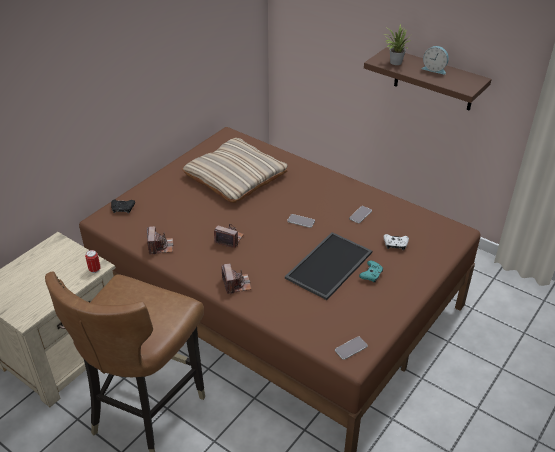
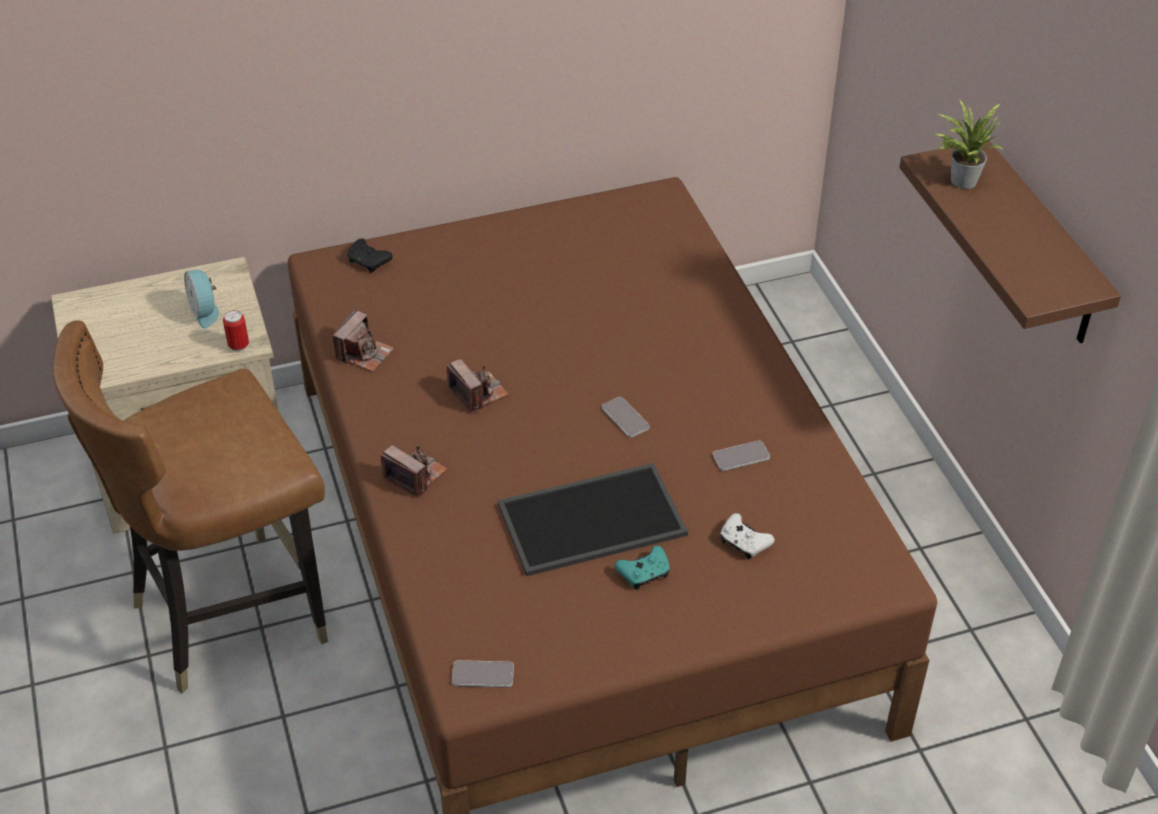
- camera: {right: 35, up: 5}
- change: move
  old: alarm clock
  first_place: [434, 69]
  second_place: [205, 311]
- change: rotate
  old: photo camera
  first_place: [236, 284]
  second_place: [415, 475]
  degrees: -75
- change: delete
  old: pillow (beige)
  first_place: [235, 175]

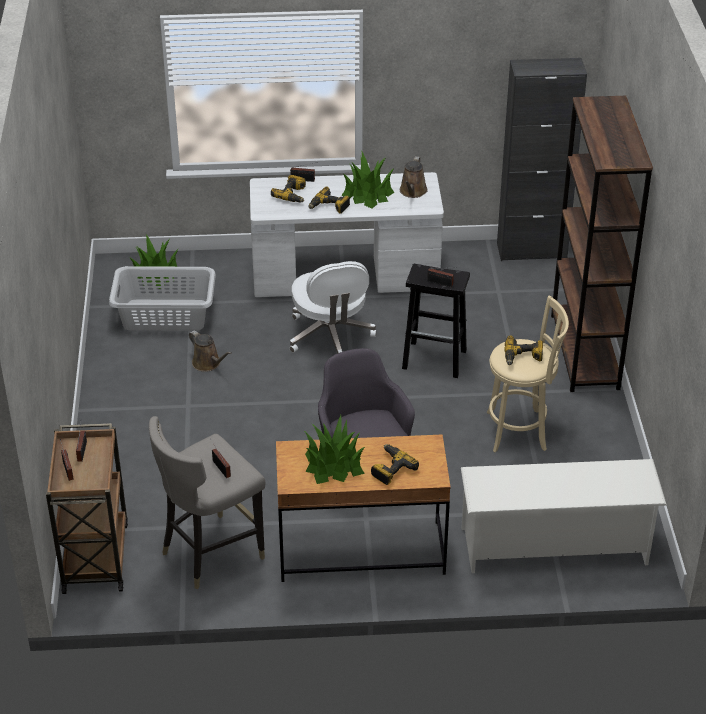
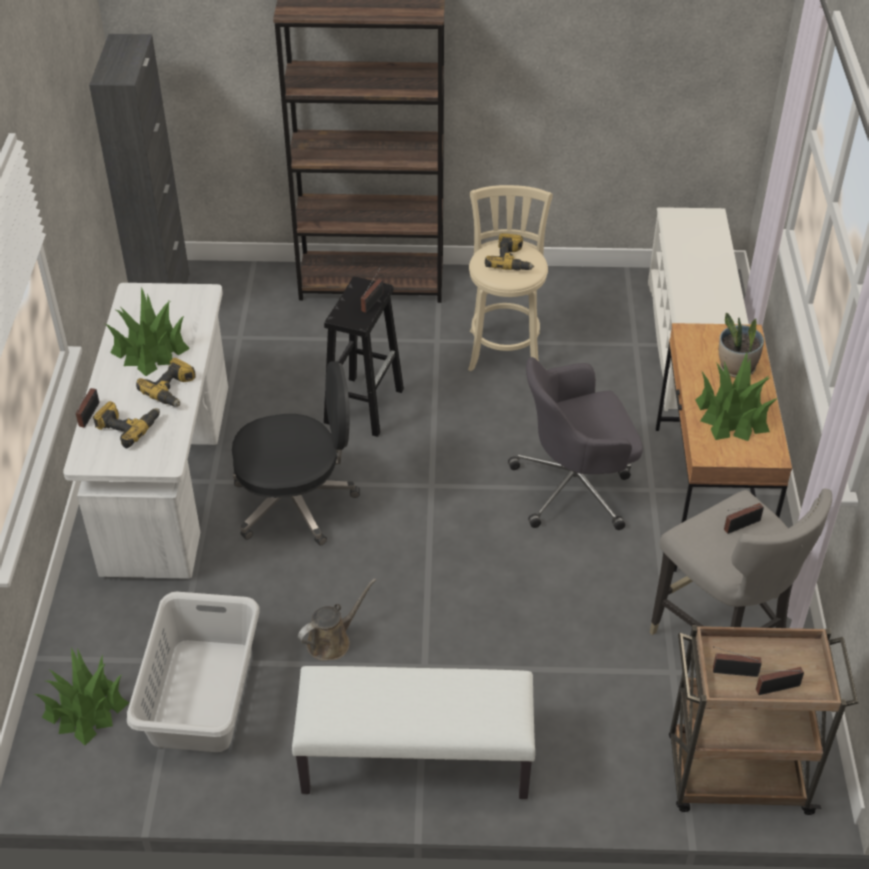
- camera: {right: -85, up: 5}
- change: recolor
  old: office chair (white)
  new: office chair (black)
  first_place: [330, 336]
  second_place: [296, 502]
- change: insert
  new: bench (white)
  second_place: [414, 761]
- change: replace
  old: power drill
  new: potted plant
  first_place: [390, 469]
  second_place: [736, 368]
- change: delete
  old: watering can (brown)
  first_place: [412, 192]

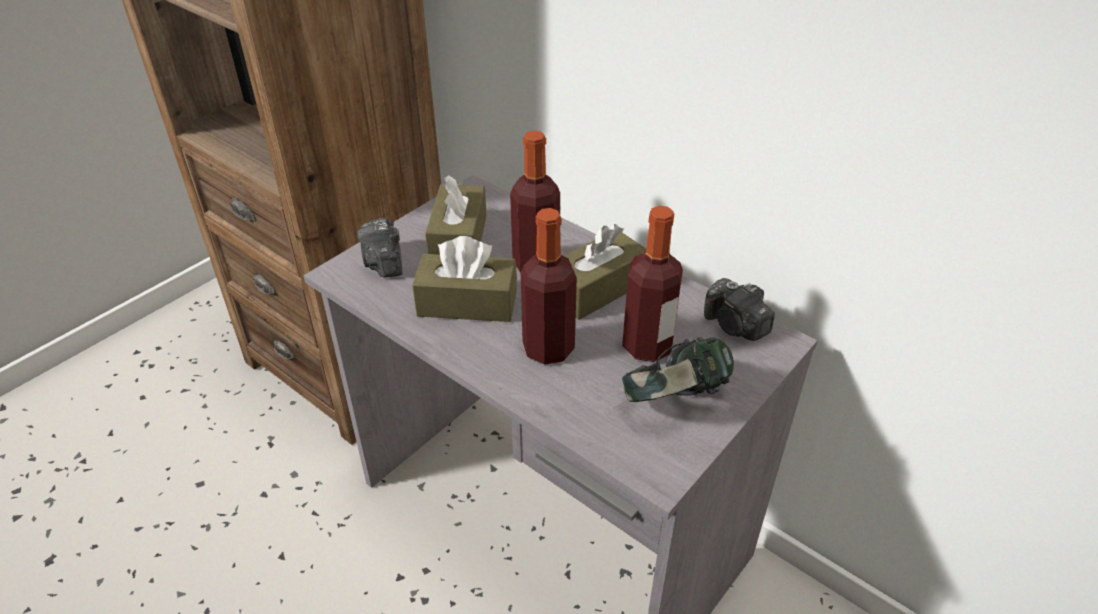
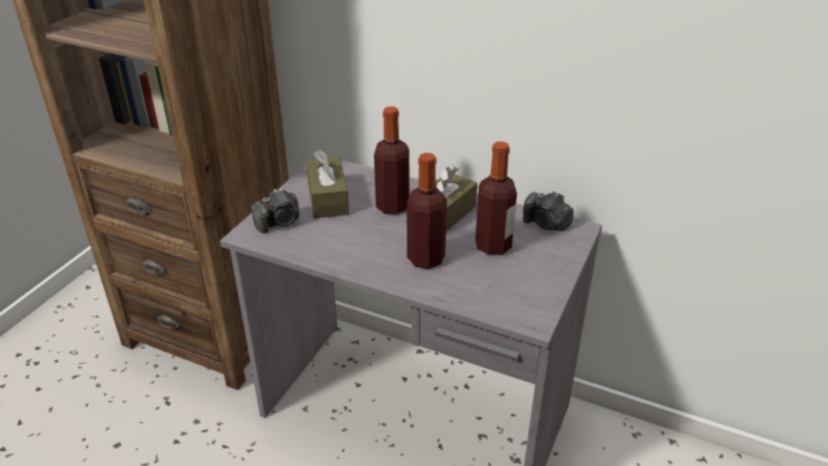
- camera: {right: -15, up: -5}
- change: rotate
  old: photo camera
  first_place: [384, 263]
  second_place: [279, 222]
  degrees: -90
- change: delete
  old: tissue box (brown)
  first_place: [467, 303]
- change: delete
  old: headphones
  first_place: [674, 401]

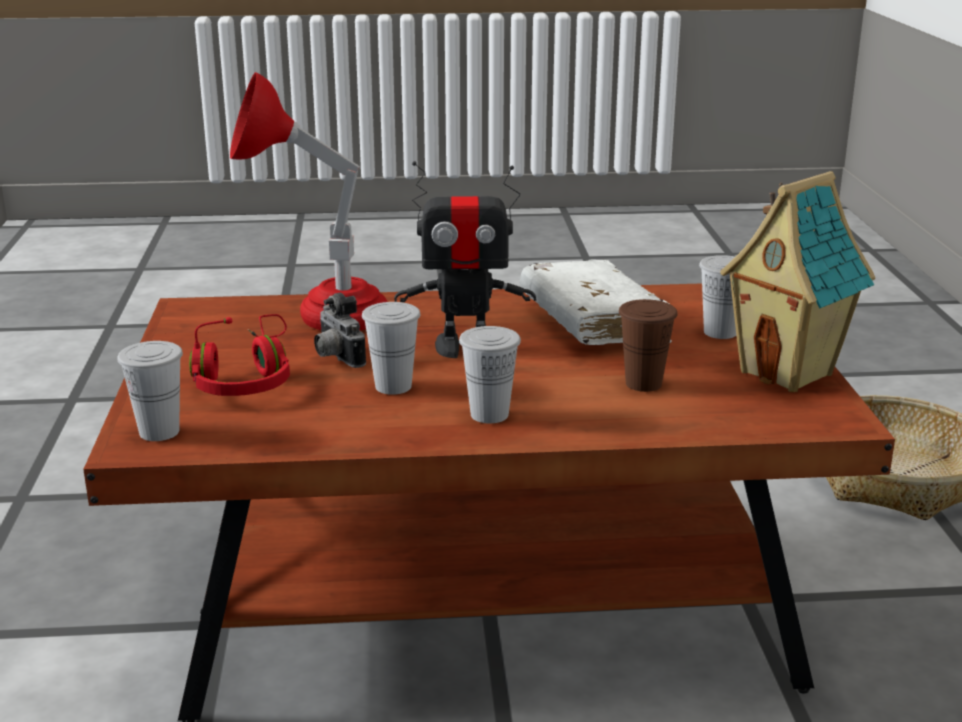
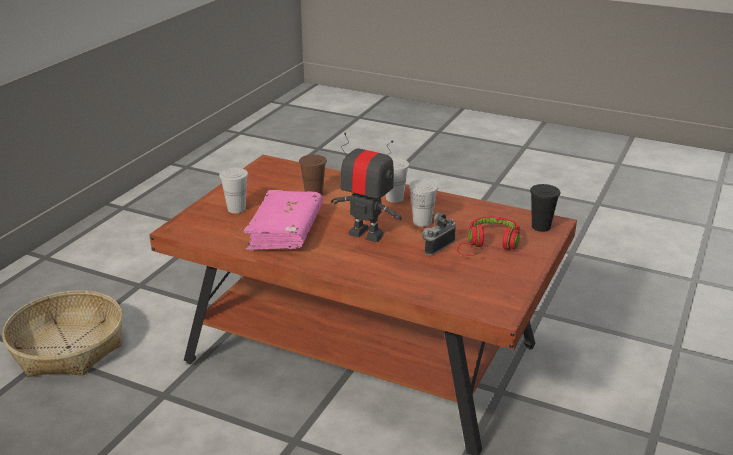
- camera: {right: -150, up: 5}
- change: recolor
  old: book (white)
  new: book (pink)
  first_place: [592, 323]
  second_place: [285, 231]
- change: rotate
  old: photo camera
  first_place: [336, 358]
  second_place: [436, 246]
  degrees: -135
- change: recolor
  old: cup (white)
  new: cup (black)
  first_place: [159, 432]
  second_place: [541, 227]
- change: delete
  old: table lamp (red)
  first_place: [318, 317]
- change: delete
  old: toy house
  first_place: [789, 373]

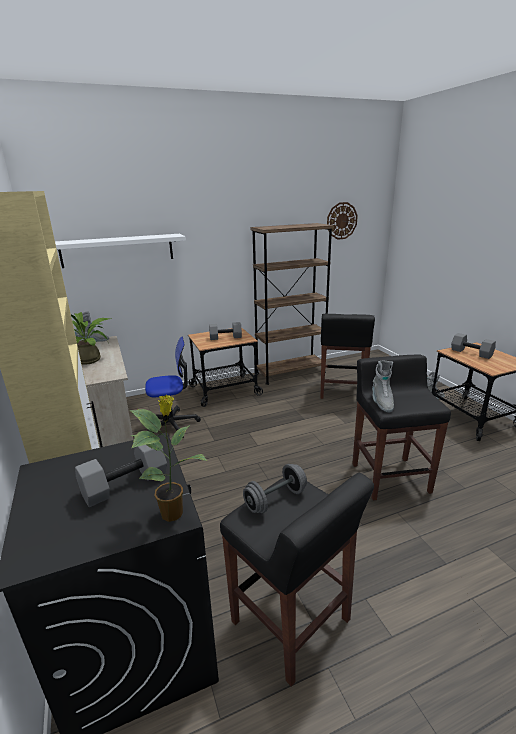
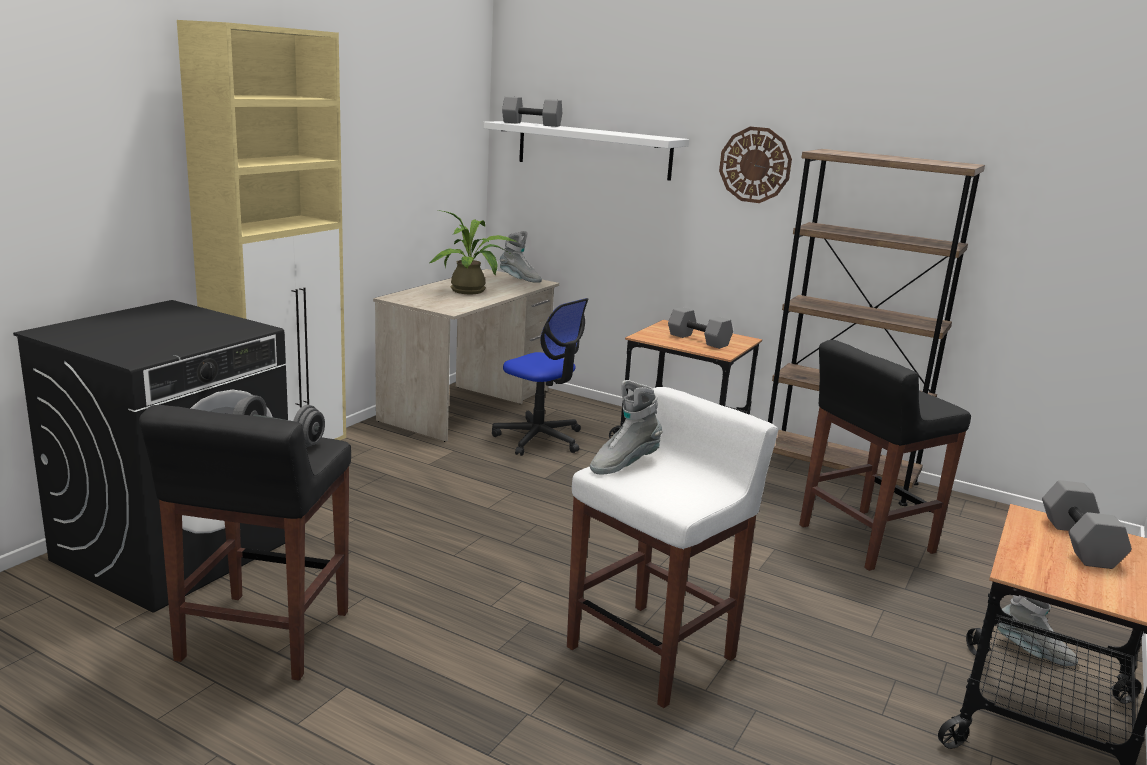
- camera: {right: 50, up: -5}
- change: move
  old: dumbbell (grey)
  first_place: [125, 483]
  second_place: [532, 124]
- change: recolor
  old: stool (black)
  new: stool (white)
  first_place: [389, 477]
  second_place: [653, 652]
- change: move
  old: wall clock
  first_place: [341, 221]
  second_place: [755, 165]
- change: delete
  old: potted plant
  first_place: [173, 513]

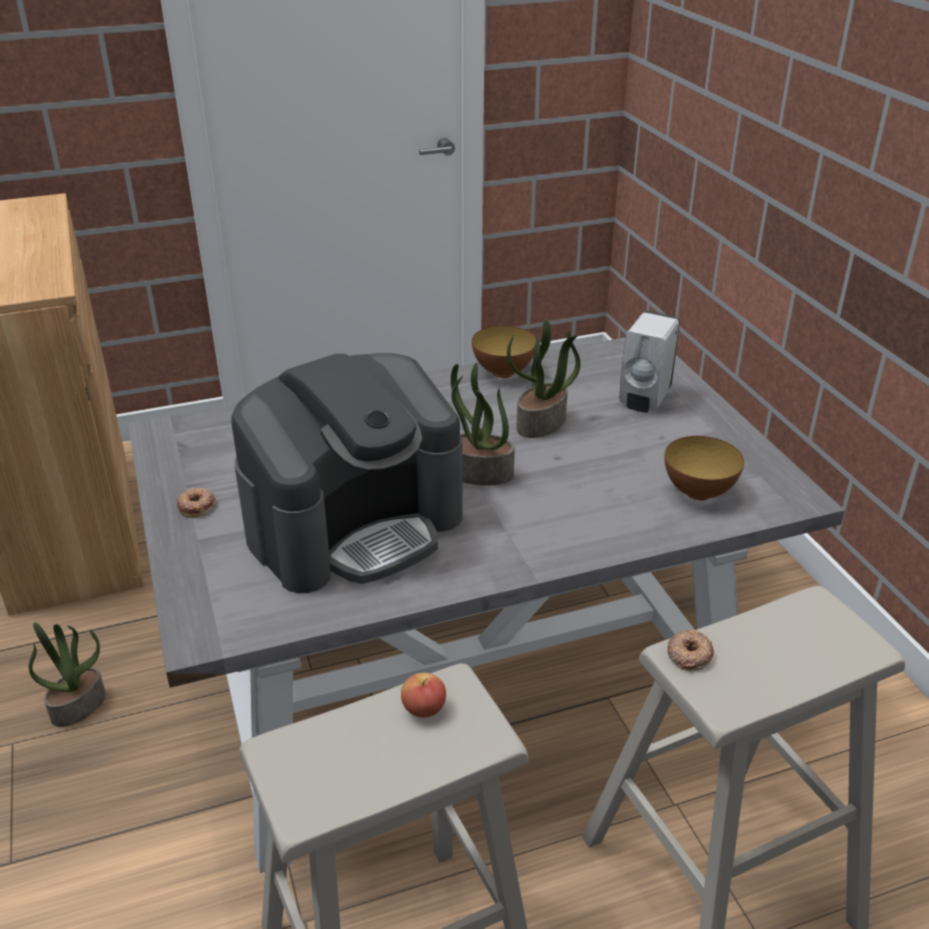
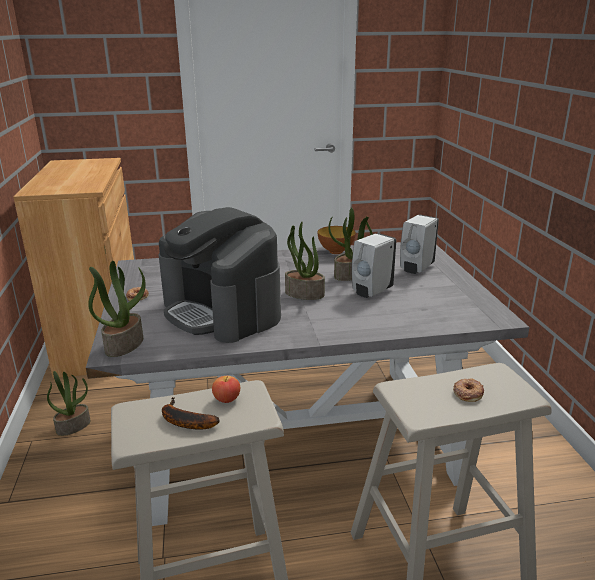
- camera: {right: 10, up: -10}
- change: insert
  new: potted plant
  second_place: [124, 344]
- change: rotate
  old: coffee machine
  first_place: [355, 525]
  second_place: [222, 311]
  degrees: 75
- change: insert
  new: banana
  second_place: [183, 421]
- change: insert
  new: soap dispenser (white)
  second_place: [371, 291]
- change: move
  old: donut
  first_place: [689, 654]
  second_place: [467, 393]
- change: delete
  old: bowl
  first_place: [698, 492]

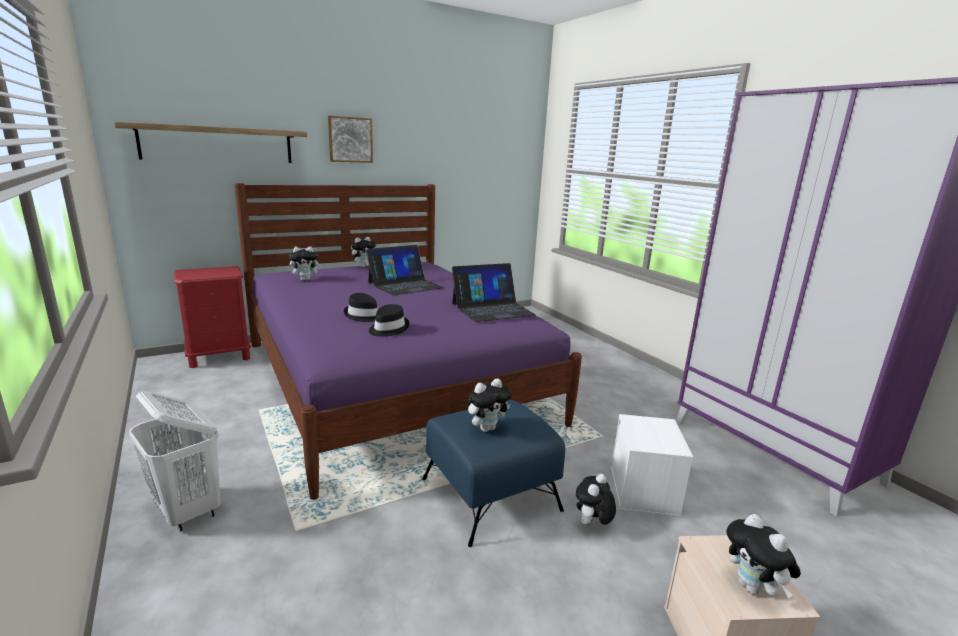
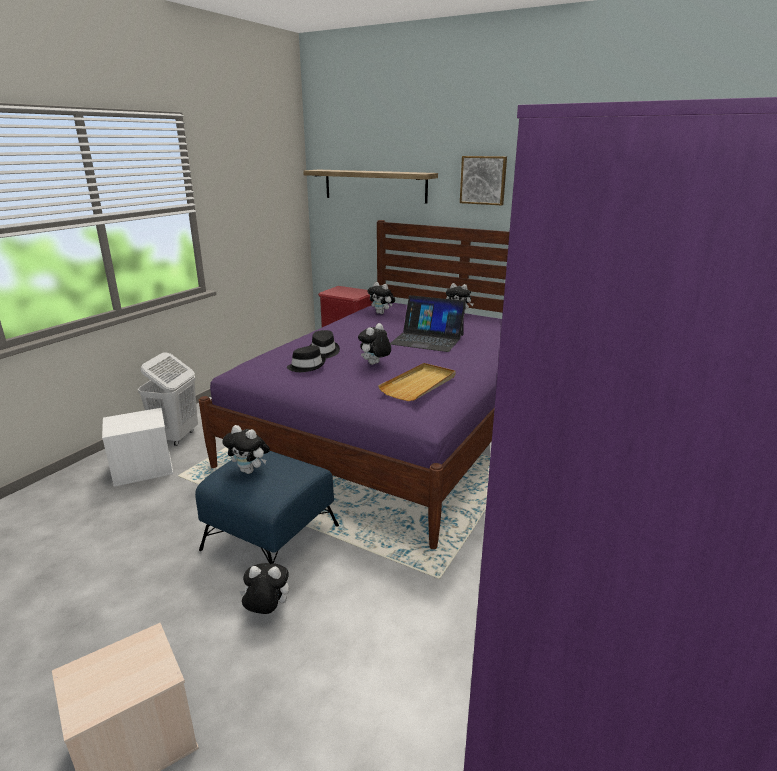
- camera: {right: 60, up: 5}
- change: move
  old: storage box (white)
  first_place: [644, 492]
  second_place: [142, 469]
- change: move
  old: plush toy
  first_place: [753, 588]
  second_place: [375, 364]
- change: replace
  old: laptop
  new: tray (beige)
  first_place: [492, 309]
  second_place: [419, 384]

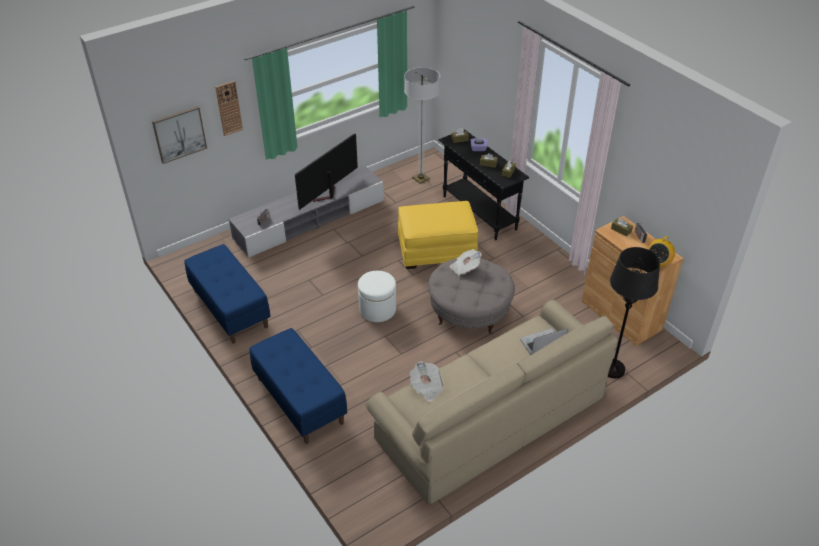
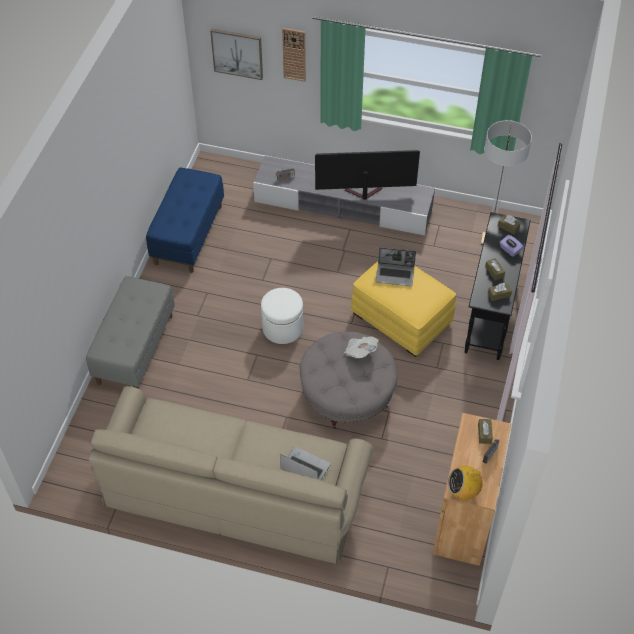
- camera: {right: 50, up: 10}
- change: recolor
  old: bench (blue)
  new: bench (grey)
  first_place: [299, 400]
  second_place: [135, 348]
- change: insert
  new: laptop
  second_place: [395, 275]
- change: delete
  old: newspaper
  first_place: [426, 387]
- change: delete
  old: floor lamp (black)
  first_place: [612, 369]

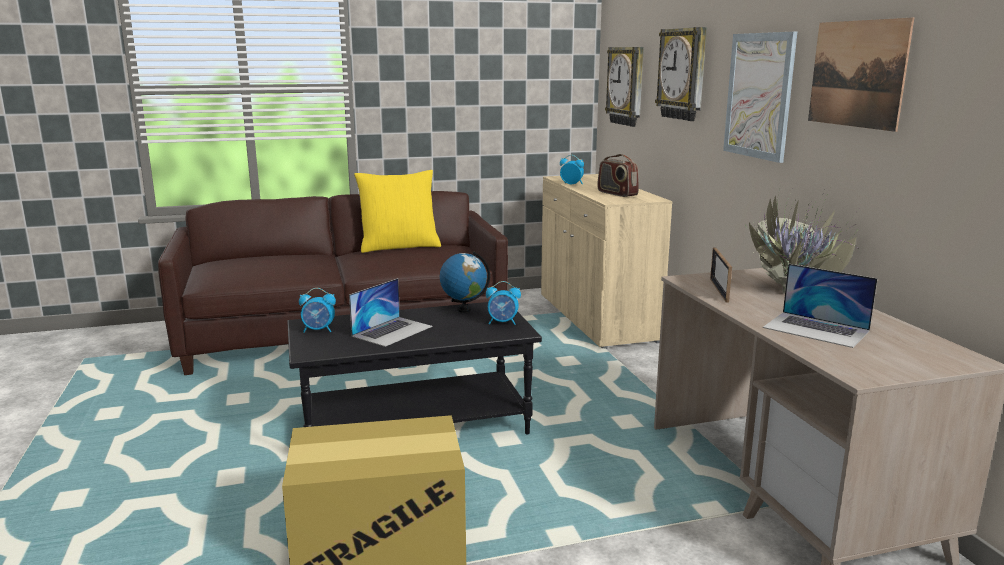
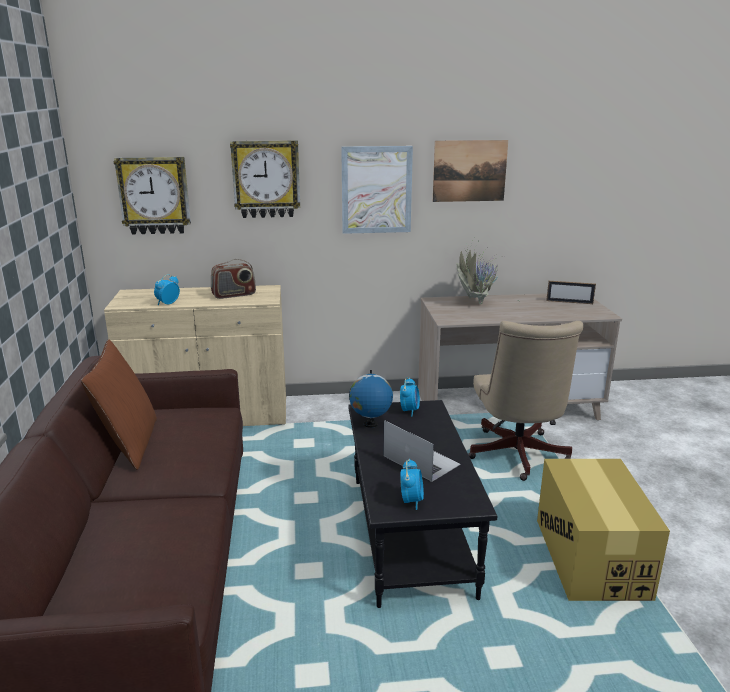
- camera: {right: -80, up: 5}
- change: recolor
  old: pillow (yellow)
  new: pillow (brown)
  first_place: [399, 247]
  second_place: [129, 444]
- change: insert
  new: office chair (beige)
  second_place: [517, 457]
- change: move
  old: picture frame
  first_place: [719, 290]
  second_place: [569, 302]
- change: delete
  old: laptop
  first_place: [816, 329]

